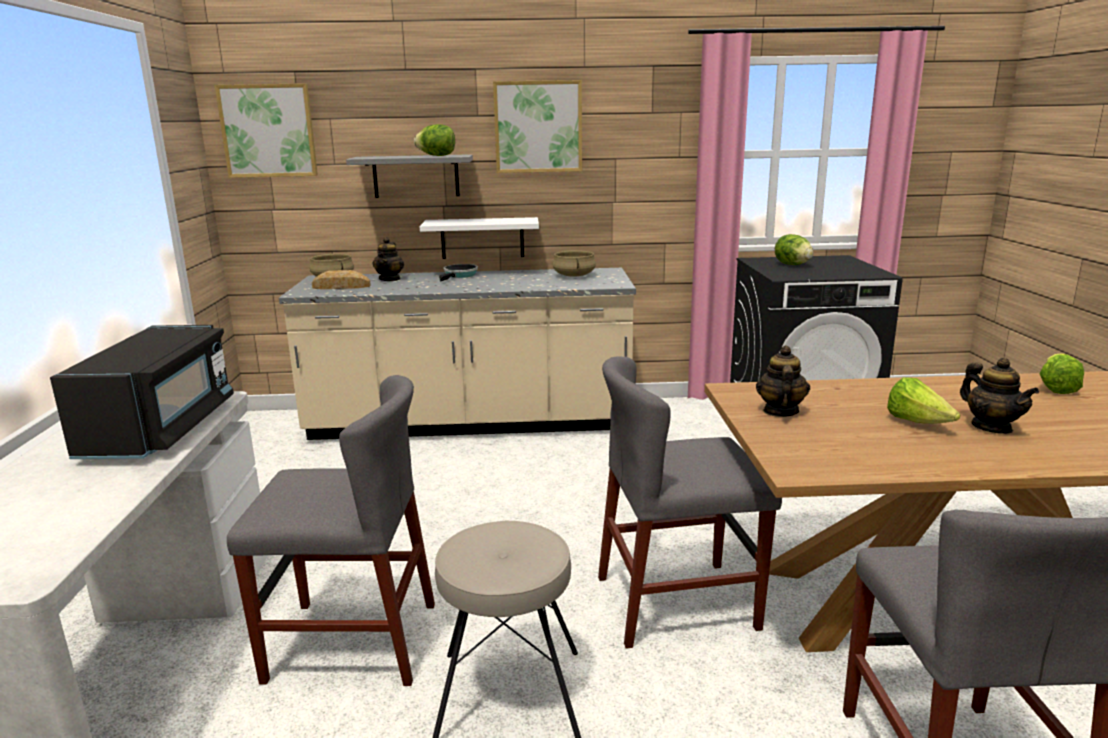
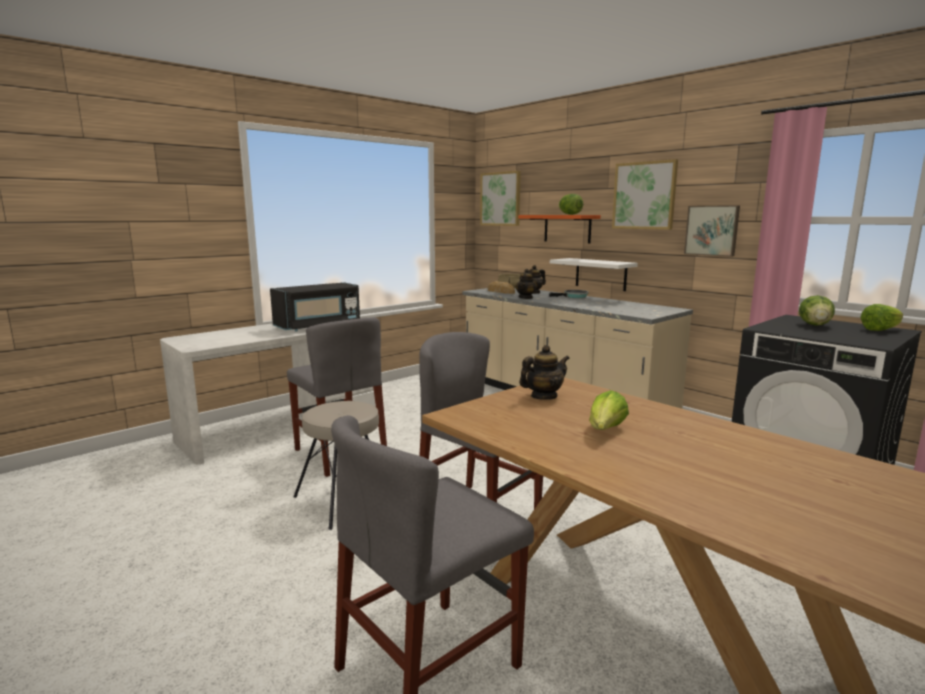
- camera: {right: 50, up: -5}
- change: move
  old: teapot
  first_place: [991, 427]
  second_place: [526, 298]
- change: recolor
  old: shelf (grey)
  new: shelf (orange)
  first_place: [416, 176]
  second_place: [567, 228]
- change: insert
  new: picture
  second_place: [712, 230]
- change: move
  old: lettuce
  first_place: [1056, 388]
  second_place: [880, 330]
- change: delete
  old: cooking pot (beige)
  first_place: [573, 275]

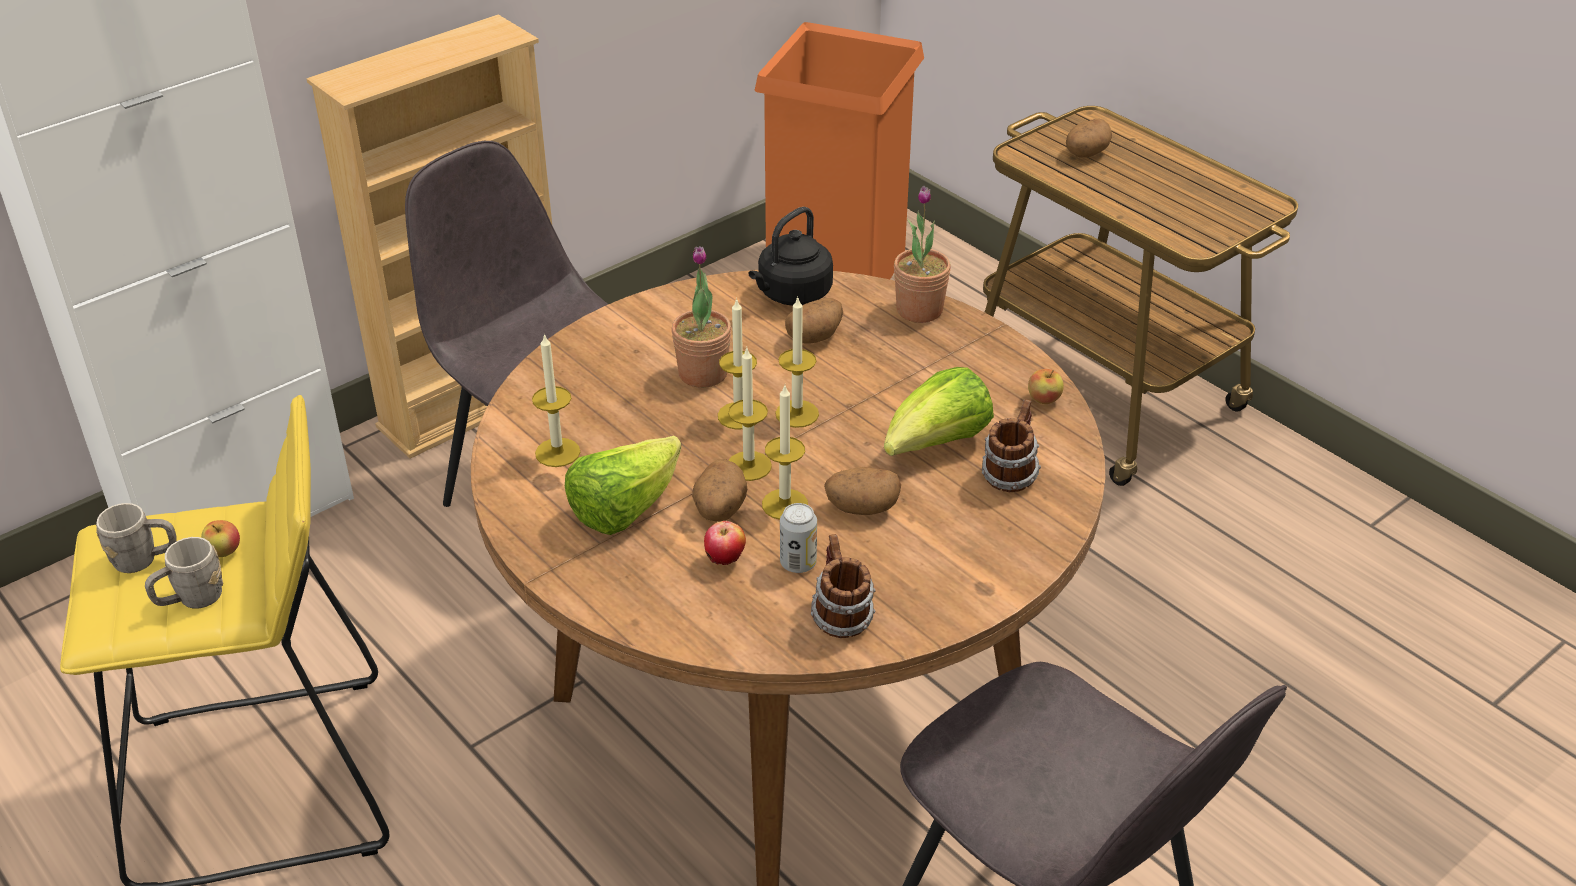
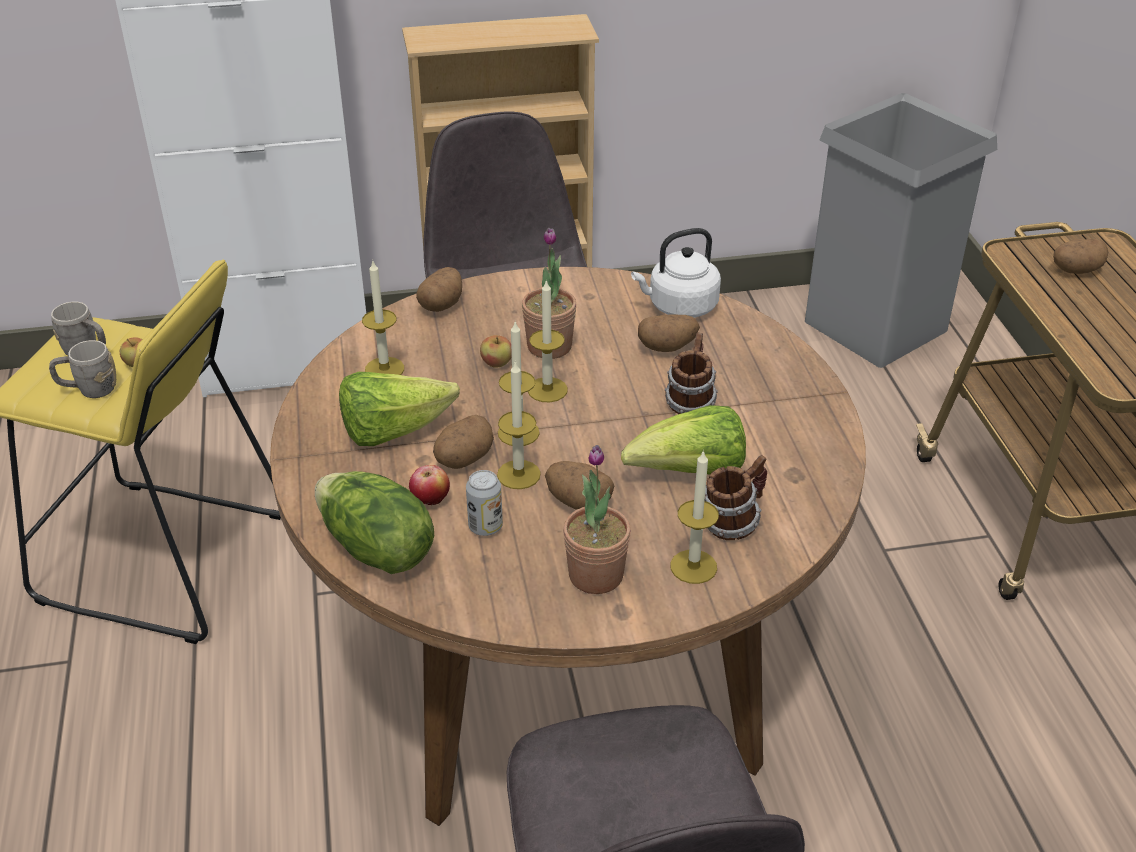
- camera: {right: 30, up: 0}
- change: insert
  new: lettuce
  second_place: [375, 550]
- change: insert
  new: potato
  second_place: [441, 304]
- change: move
  old: apple
  first_place: [1044, 399]
  second_place: [497, 363]
- change: move
  old: potted plant
  first_place: [919, 310]
  second_place: [596, 575]
- change: recolor
  old: kettle (black)
  new: kettle (white)
  first_place: [792, 294]
  second_place: [679, 307]
- change: move
  old: mug
  first_place: [840, 616]
  second_place: [690, 402]
- change: move
  old: candle
  first_place: [797, 414]
  second_place: [693, 566]
- change: recolor
  old: trash can (orange)
  new: trash can (grey)
  first_place: [837, 270]
  second_place: [876, 325]

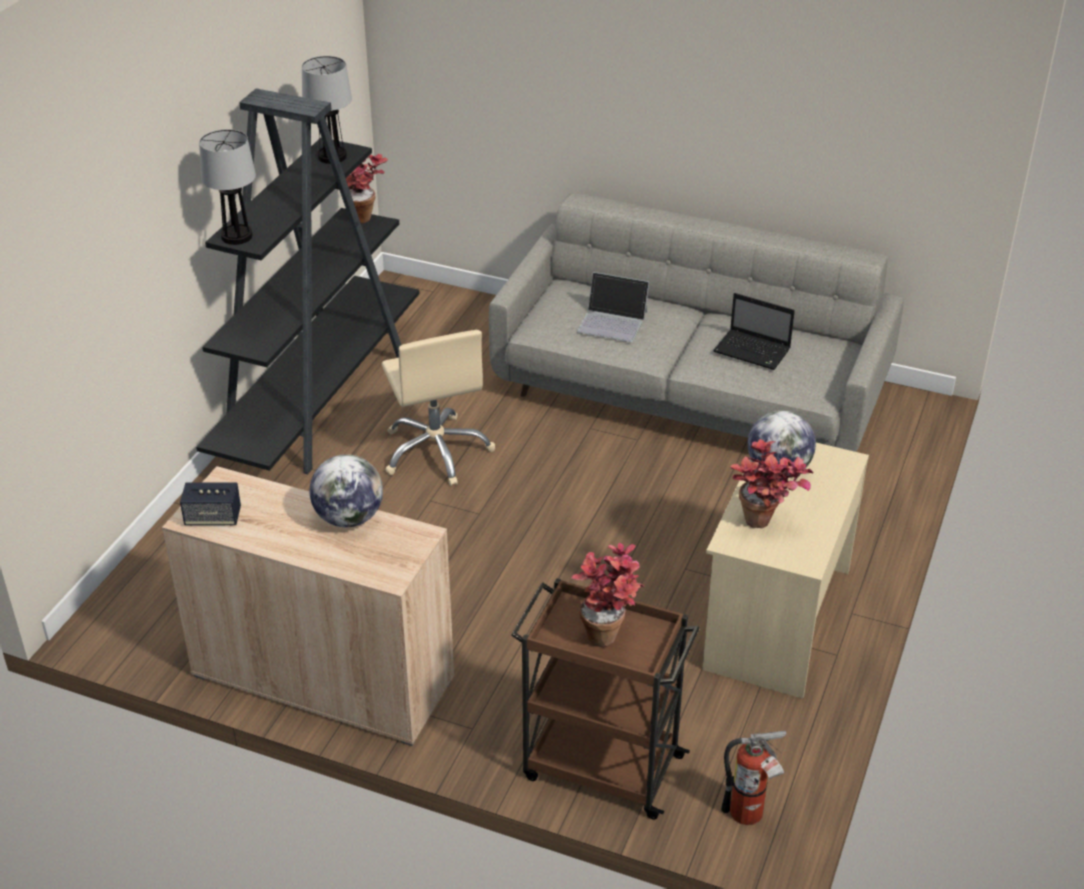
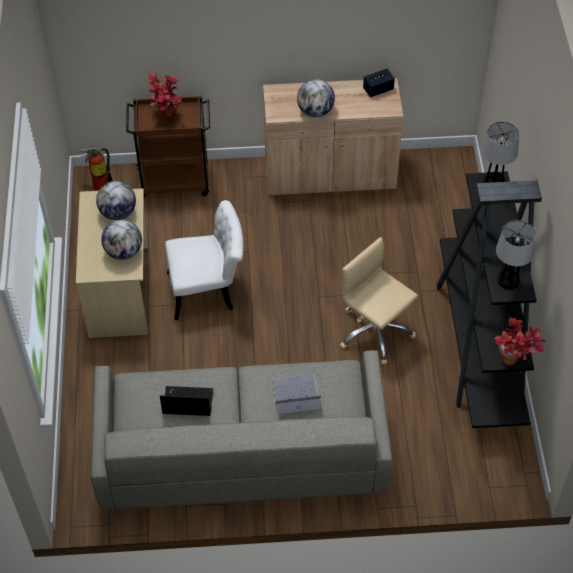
- camera: {right: 155, up: 15}
- change: replace
  old: potted plant
  new: globe
  first_place: [766, 525]
  second_place: [118, 213]
- change: insert
  new: chair (white)
  second_place: [208, 290]

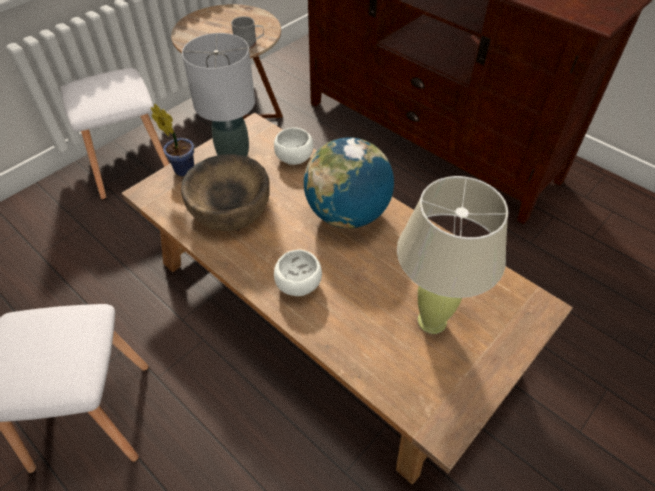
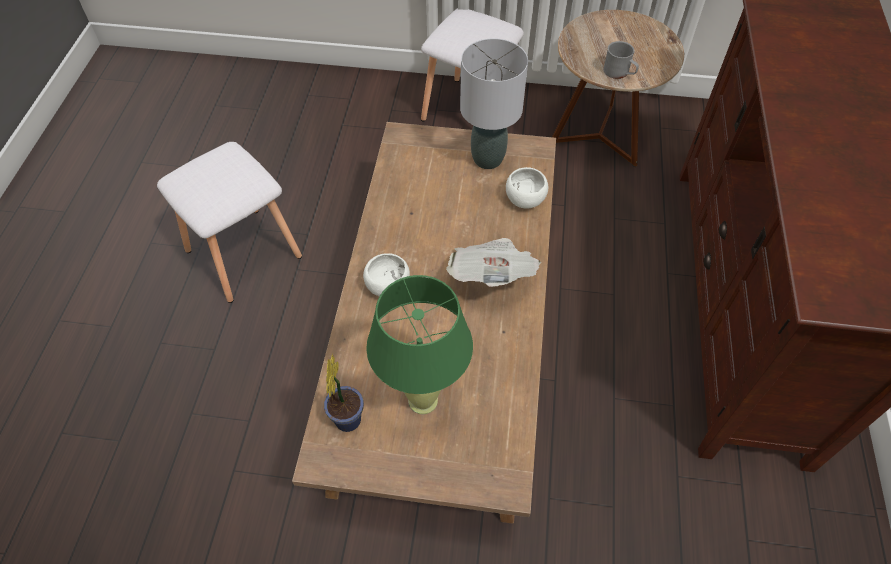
- camera: {right: 55, up: 5}
- change: move
  old: potted plant
  first_place: [182, 169]
  second_place: [348, 416]
- change: recolor
  old: table lamp (beige)
  new: table lamp (green)
  first_place: [432, 321]
  second_place: [423, 401]
- change: replace
  old: globe
  new: newspaper
  first_place: [347, 214]
  second_place: [492, 275]
- change: delete
  old: bowl (brown)
  first_place: [229, 209]

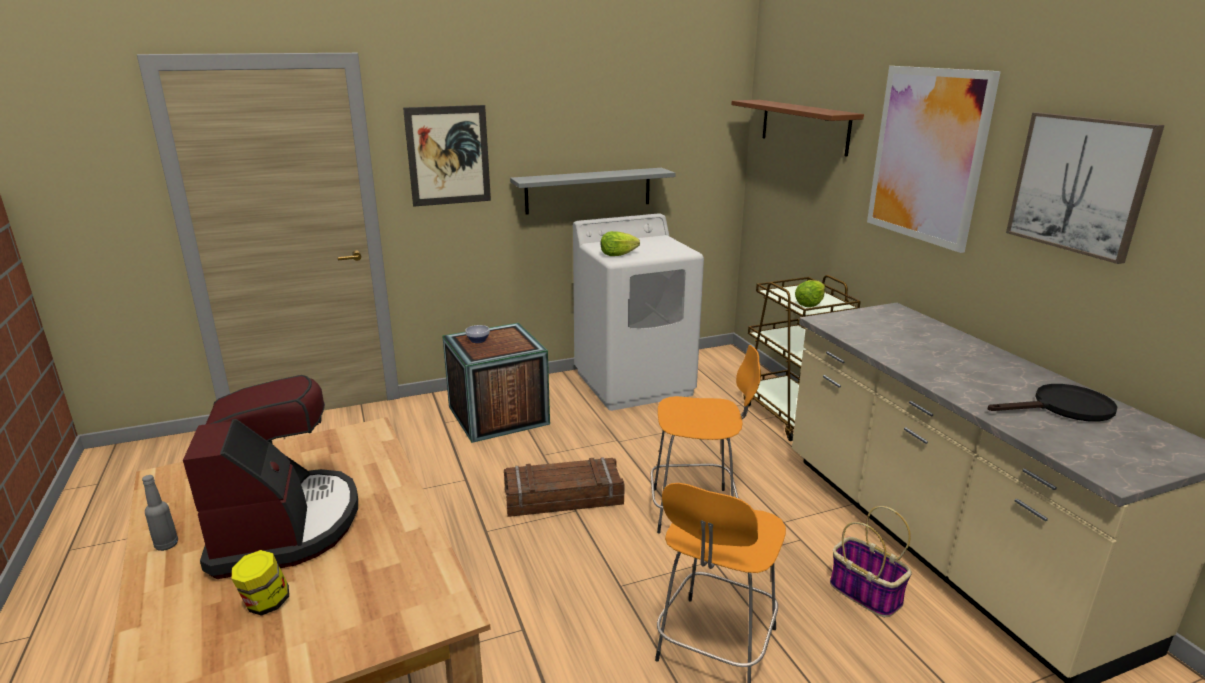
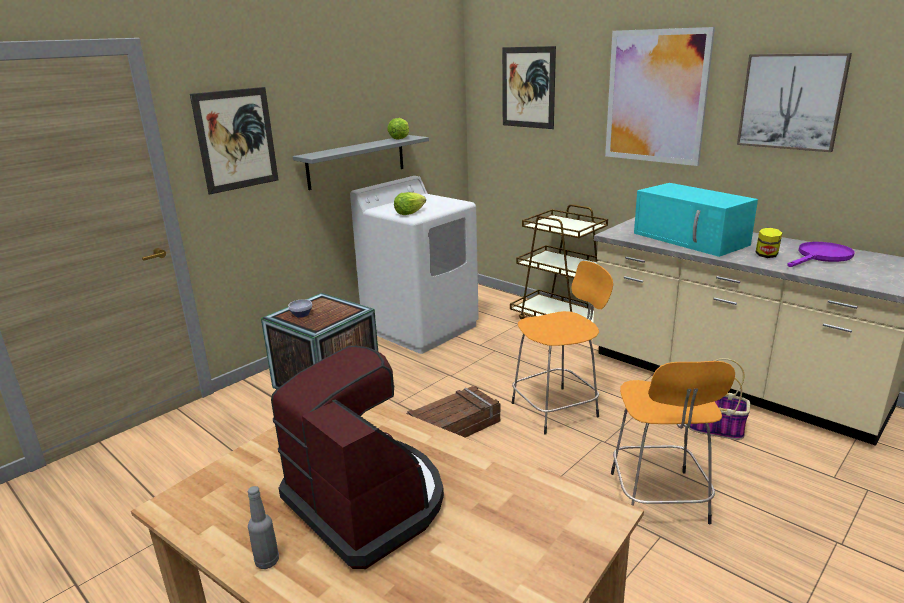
- camera: {right: -25, up: 0}
- change: move
  old: lettuce
  first_place: [809, 304]
  second_place: [399, 138]
- change: replace
  old: shelf (brown)
  new: picture
  first_place: [804, 126]
  second_place: [528, 87]
- change: insert
  new: microwave (turquoise)
  second_place: [691, 239]
- change: move
  old: jar
  first_place: [266, 604]
  second_place: [766, 255]
- change: recolor
  old: frying pan (black)
  new: frying pan (purple)
  first_place: [1063, 408]
  second_place: [821, 257]

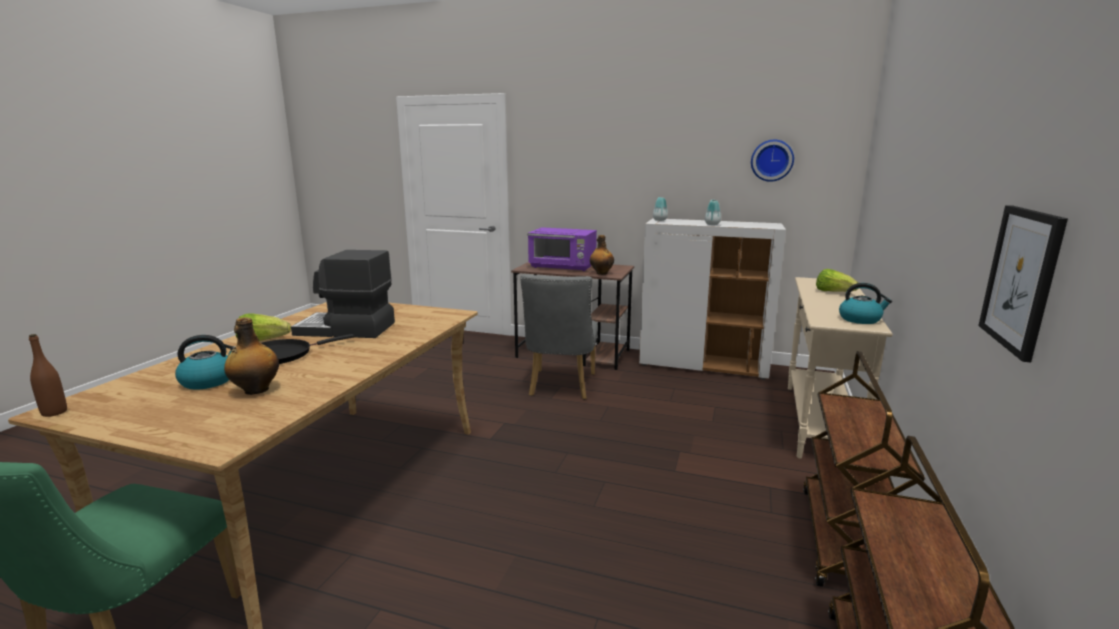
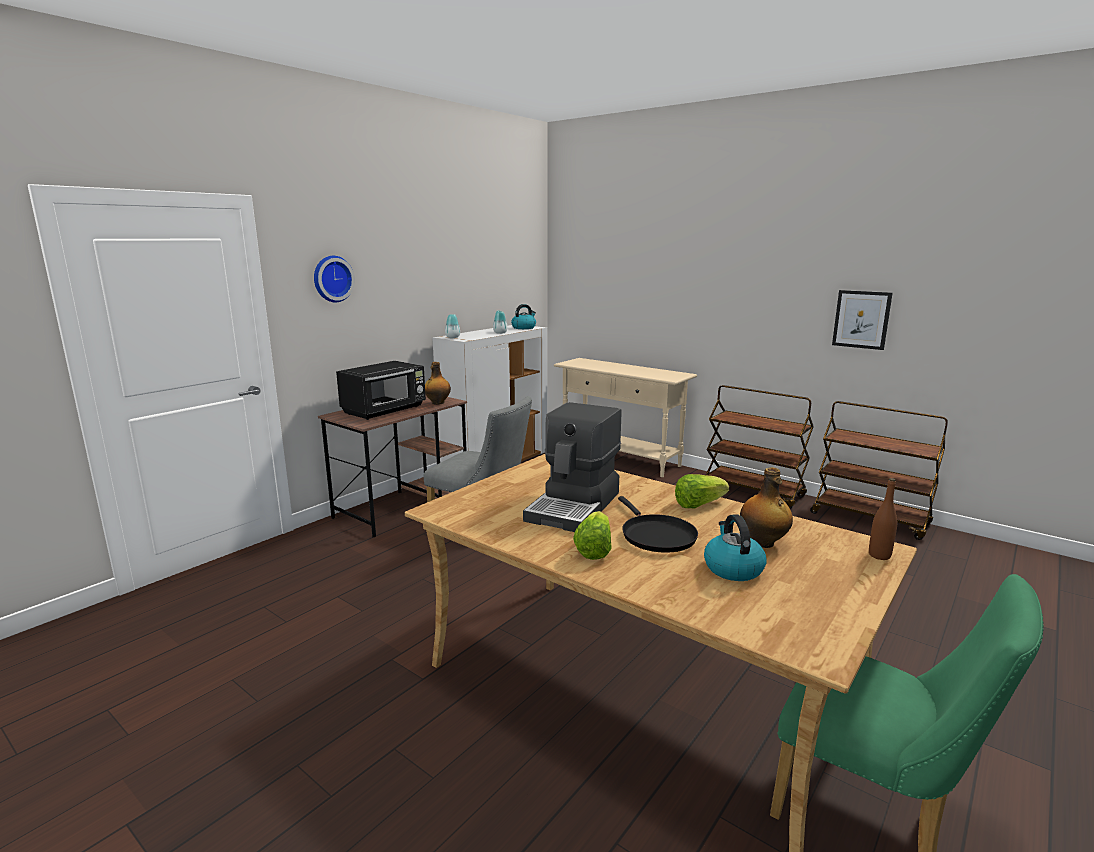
- camera: {right: -70, up: 0}
- change: move
  old: wall clock
  first_place: [772, 160]
  second_place: [332, 279]
- change: recolor
  old: microwave (purple)
  new: microwave (black)
  first_place: [563, 267]
  second_place: [385, 410]
- change: move
  old: kettle
  first_place: [860, 319]
  second_place: [524, 328]
- change: move
  old: lettuce
  first_place: [833, 292]
  second_place: [698, 504]
- change: move
  old: bottle (brown)
  first_place: [54, 412]
  second_place: [879, 555]

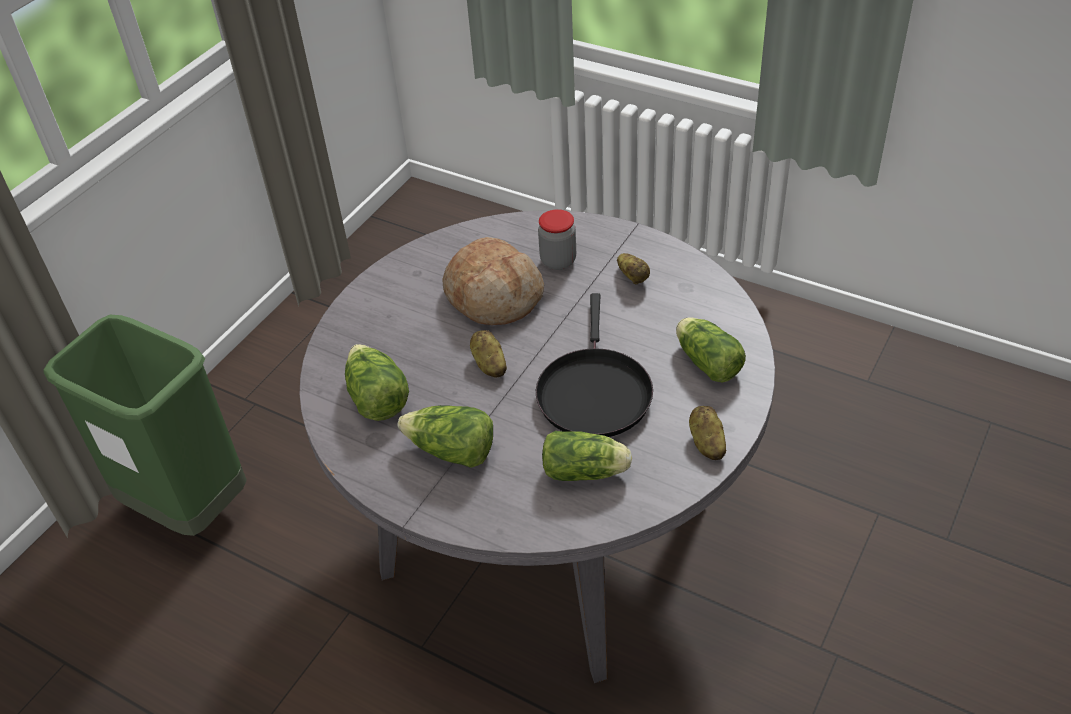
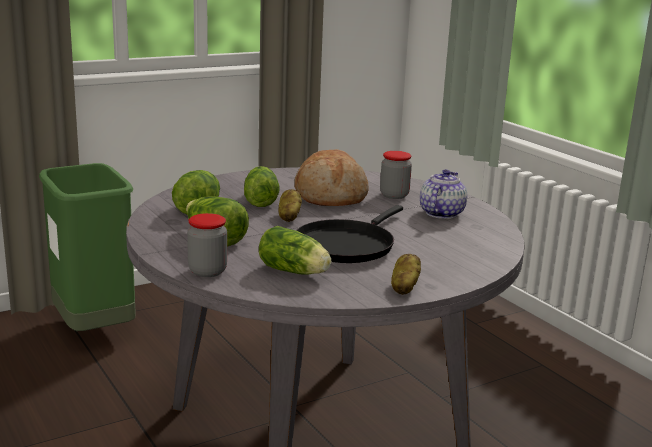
- camera: {right: 25, up: -25}
- change: insert
  new: jar
  second_place: [207, 271]
- change: move
  old: lettuce
  first_place: [706, 361]
  second_place: [261, 199]
- change: replace
  old: potato
  new: teapot
  first_place: [633, 277]
  second_place: [441, 213]

